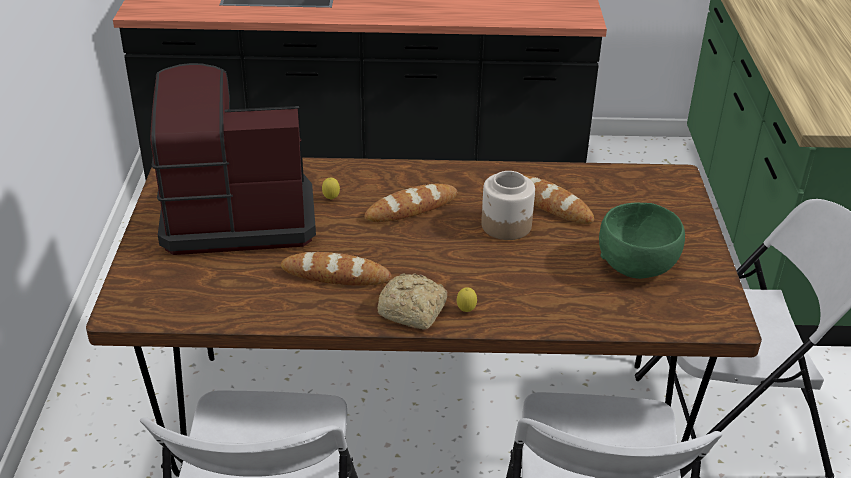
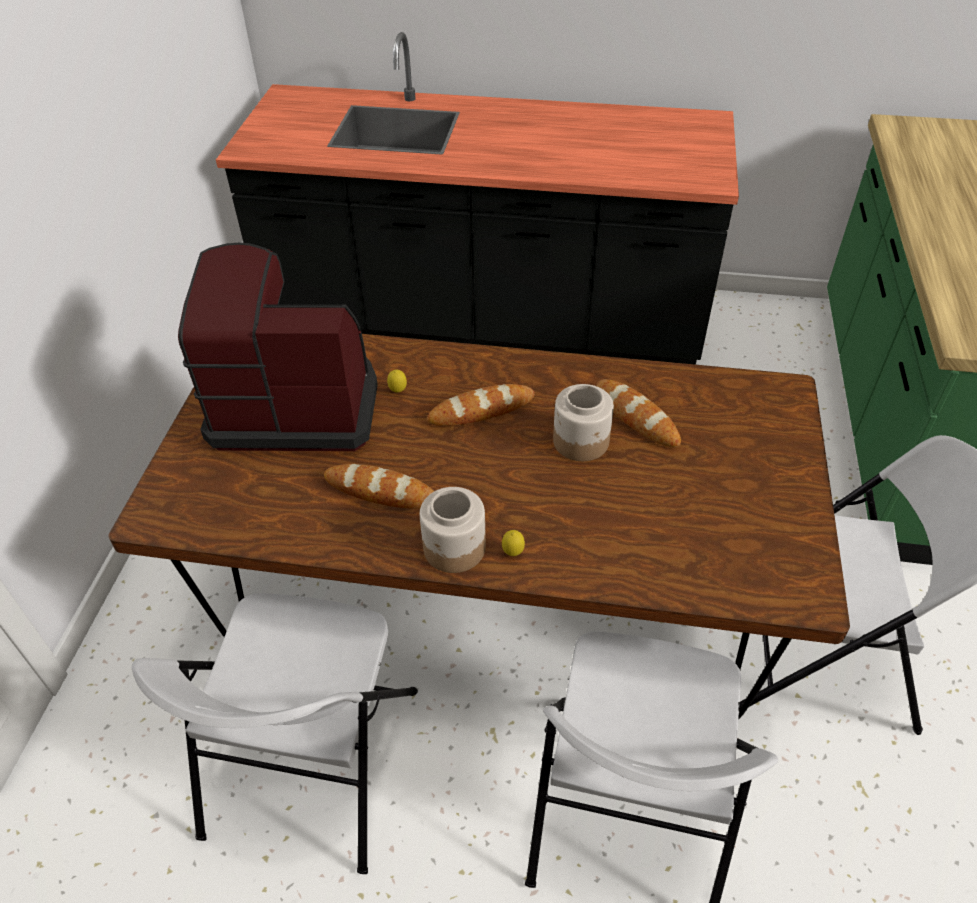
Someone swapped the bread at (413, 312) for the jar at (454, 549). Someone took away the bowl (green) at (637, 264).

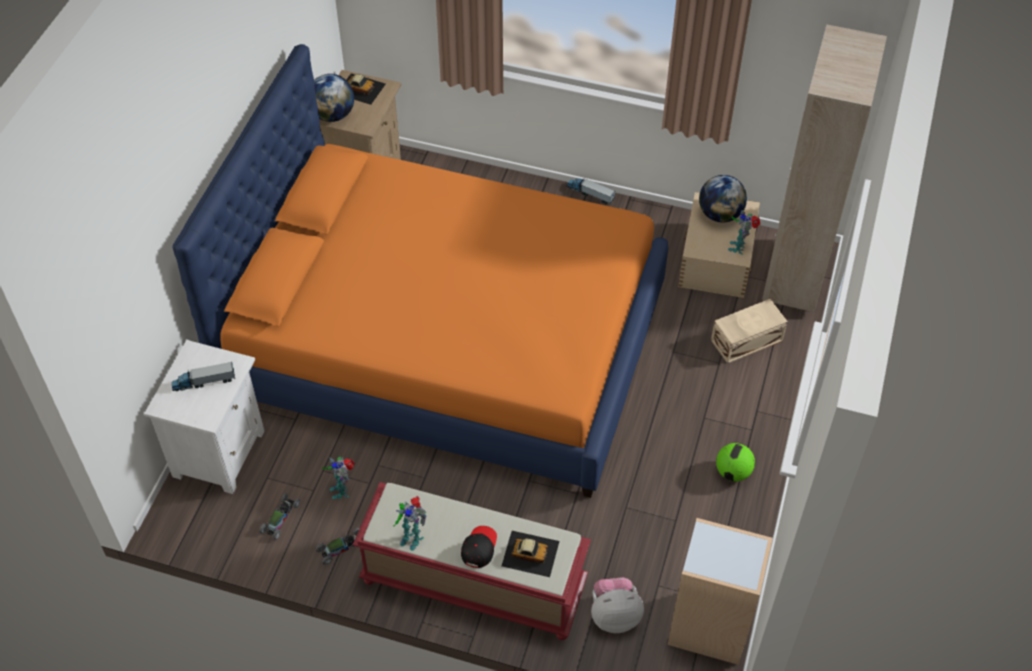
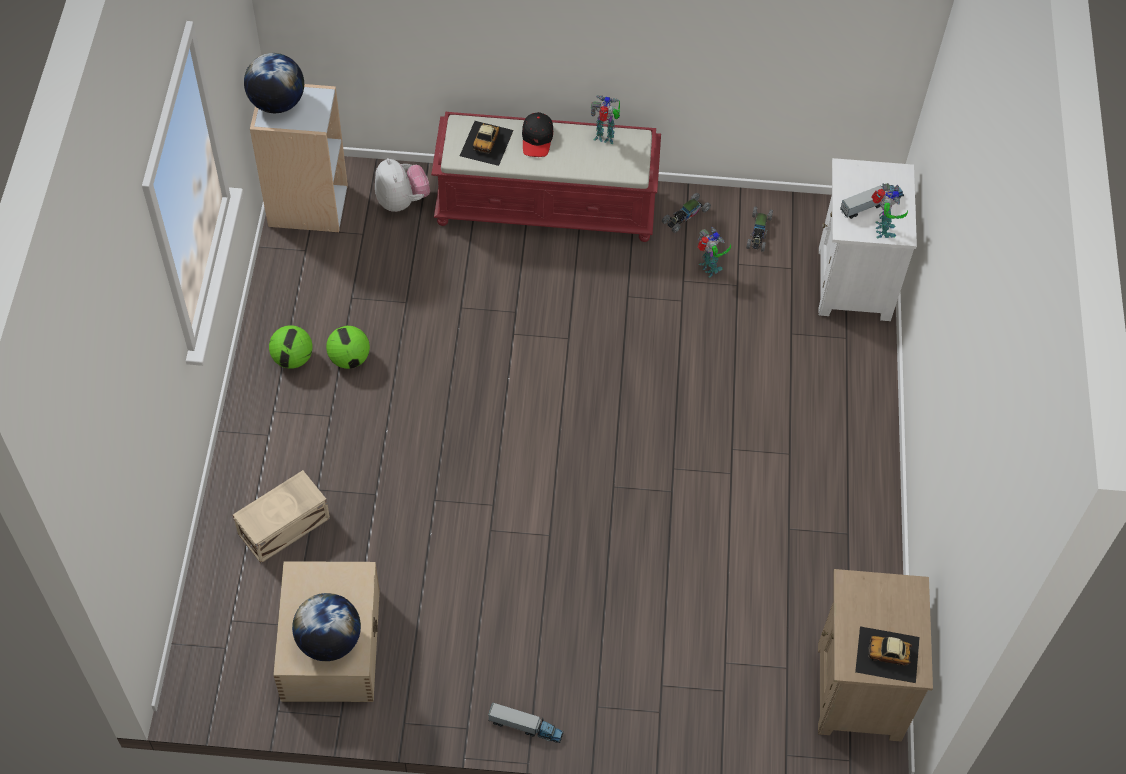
Someone took away the bed (orange) at (444, 341). Someone carried the globe from (332, 115) to (277, 103). Someone rotated the toy car at (530, 553) by 75 degrees counterclockwise. Someone rotated the plush toy at (614, 615) by 90 degrees counterclockwise. Someone carried the toy robot from (739, 247) to (882, 231). Someone took away the cabinet (beige) at (794, 277). Someone put down the football at (349, 358).

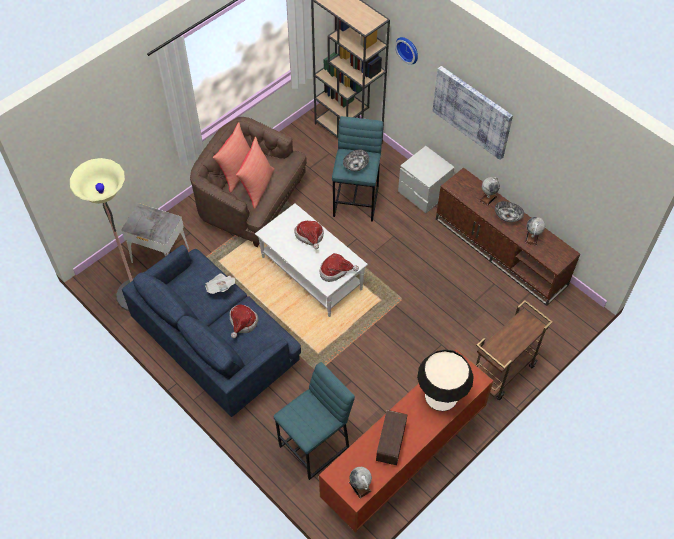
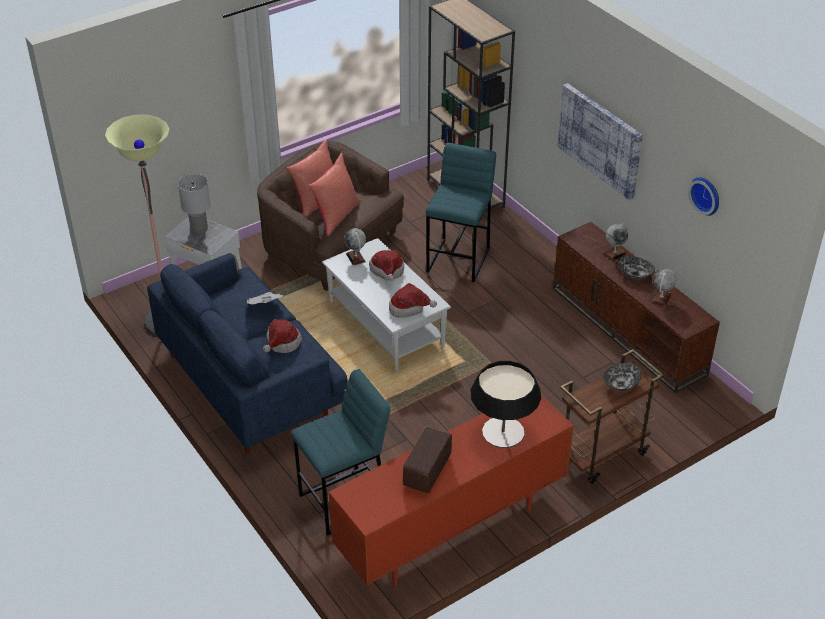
Someone carried the bowl from (356, 166) to (621, 385). Someone carried the globe from (360, 487) to (355, 258). Someone carried the wall clock from (408, 49) to (706, 195). Someone took away the nightstand (white) at (424, 193). Someone put down the table lamp (grey) at (199, 231).

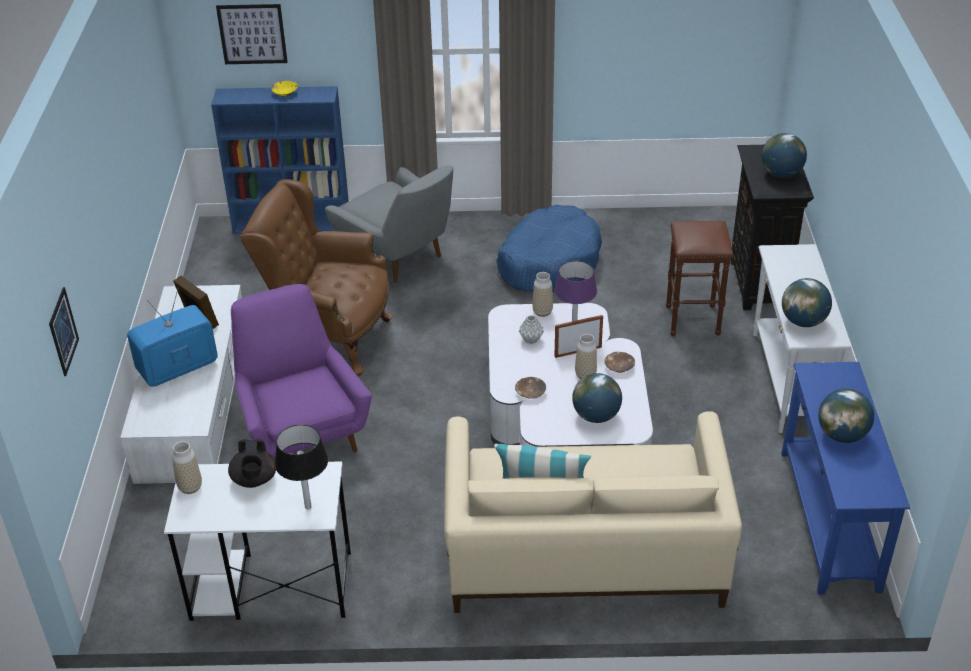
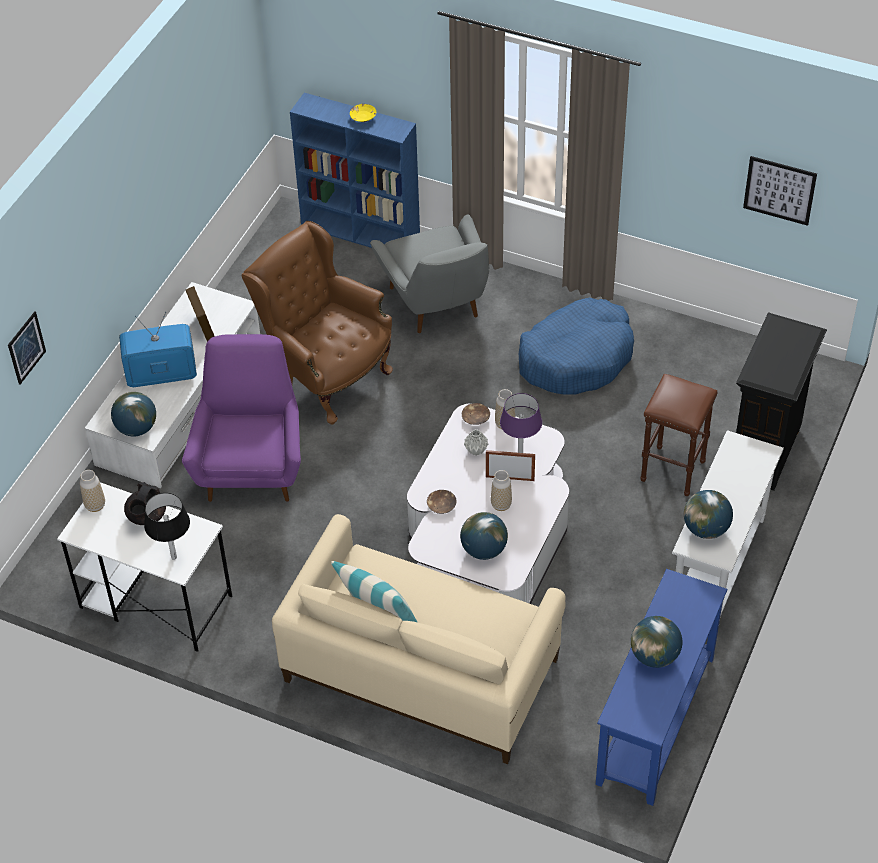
Someone carried the picture from (252, 34) to (779, 190). Someone carried the bowl (brown) from (619, 367) to (476, 418). Someone carried the globe from (781, 174) to (137, 428).

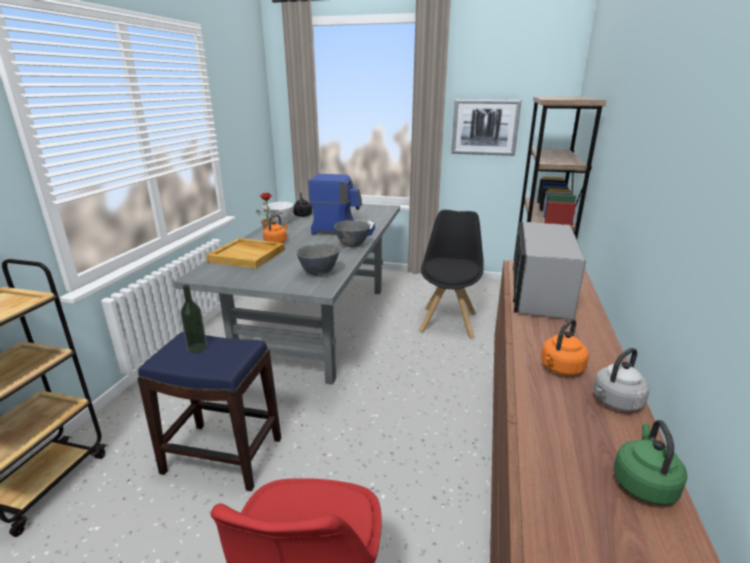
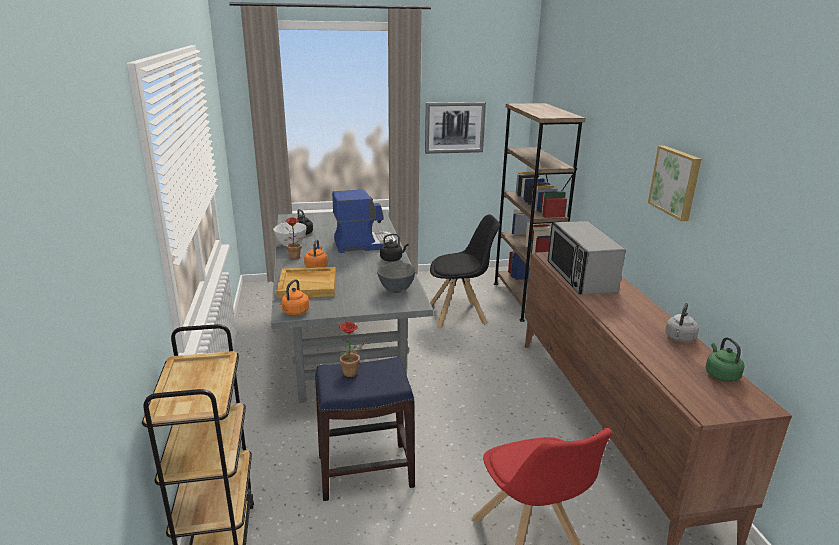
Someone swapped the bottle at (197, 347) for the potted plant at (351, 375). Someone swapped the bowl (grey) at (352, 245) for the kettle (black) at (392, 259). Someone rotated the chair (black) at (448, 320) by 90 degrees clockwise. Someone carried the kettle (orange) from (560, 369) to (294, 312). Someone put up the picture at (676, 182).

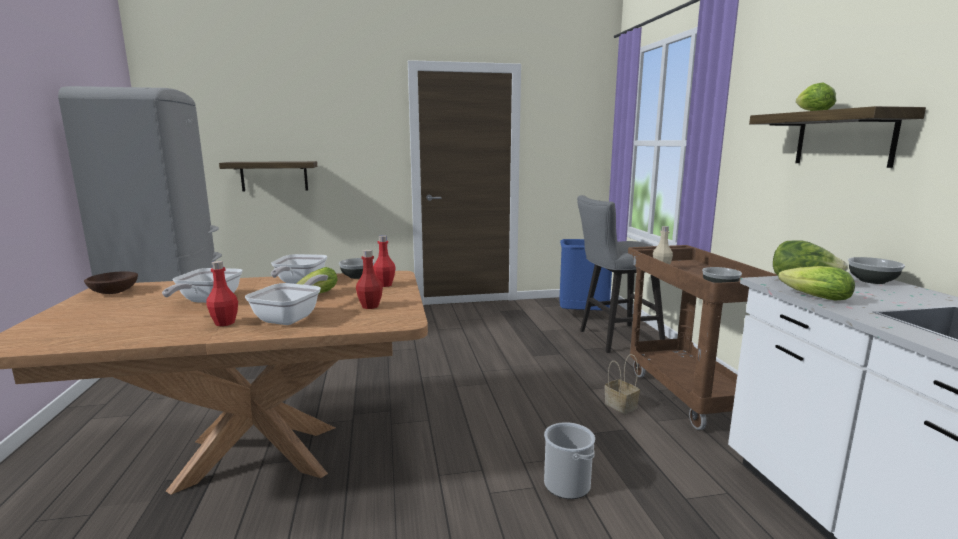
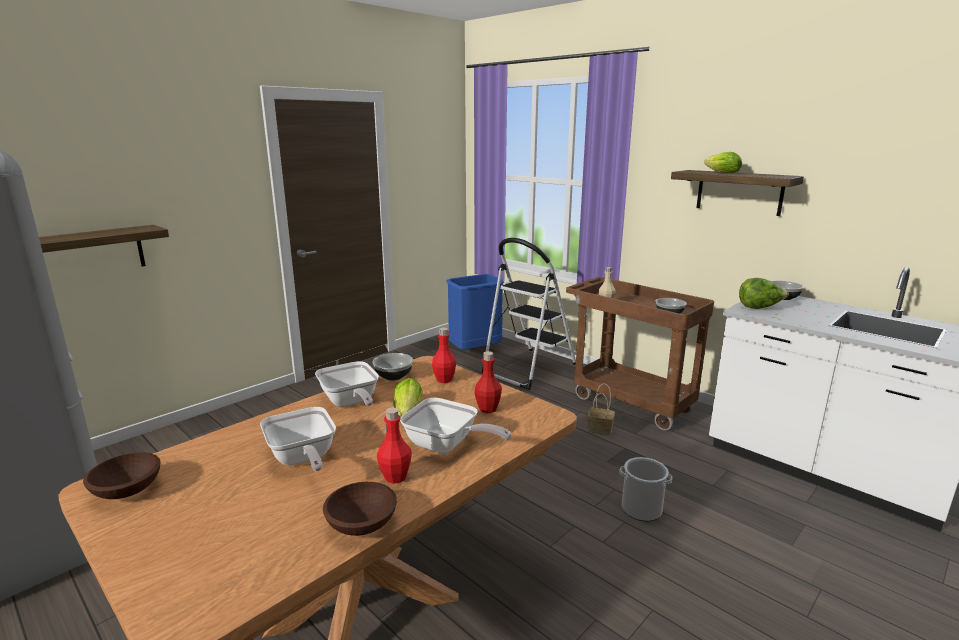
Someone rotated the frying pan at (292, 317) by 135 degrees clockwise. Someone swapped the stool (grey) at (614, 339) for the step ladder at (527, 369). Someone took away the lettuce at (811, 297). Someone put down the bowl (brown) at (361, 523).

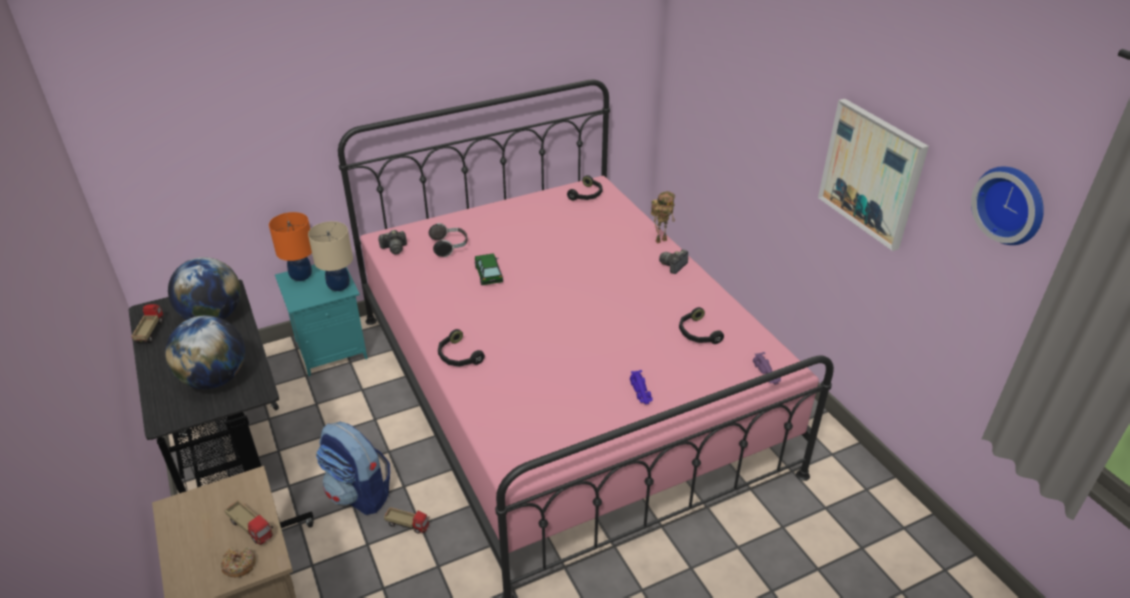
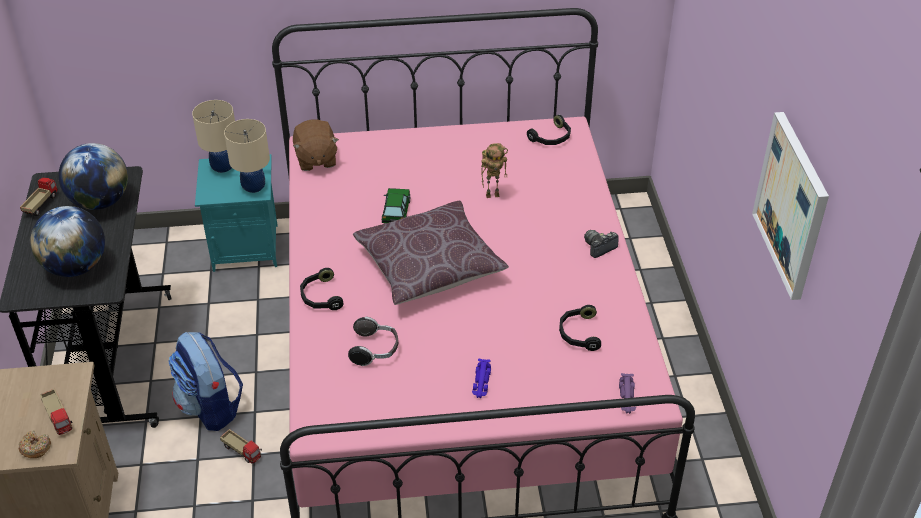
Someone repainted the table lamp (orange) at (301, 277), which became the table lamp (beige) at (223, 168). Someone swapped the photo camera at (394, 248) for the plush toy (brown) at (316, 159). Someone carried the headphones from (449, 247) to (375, 350). Someone carried the toy robot from (661, 240) to (493, 194). Someone took away the wall clock at (1012, 204). Someone put down the pillow (brown) at (429, 266).

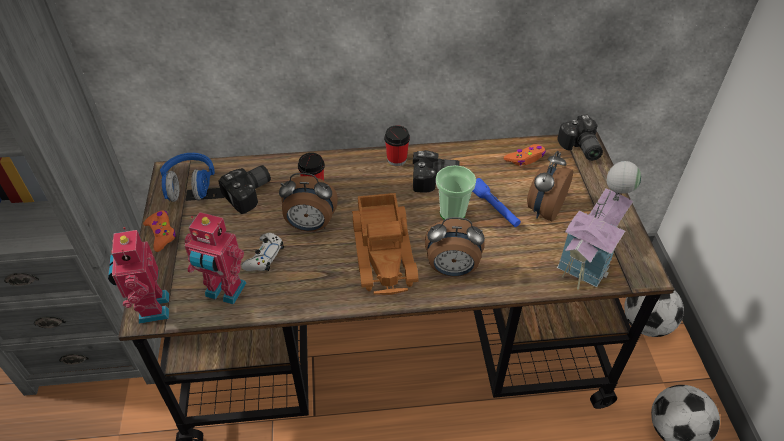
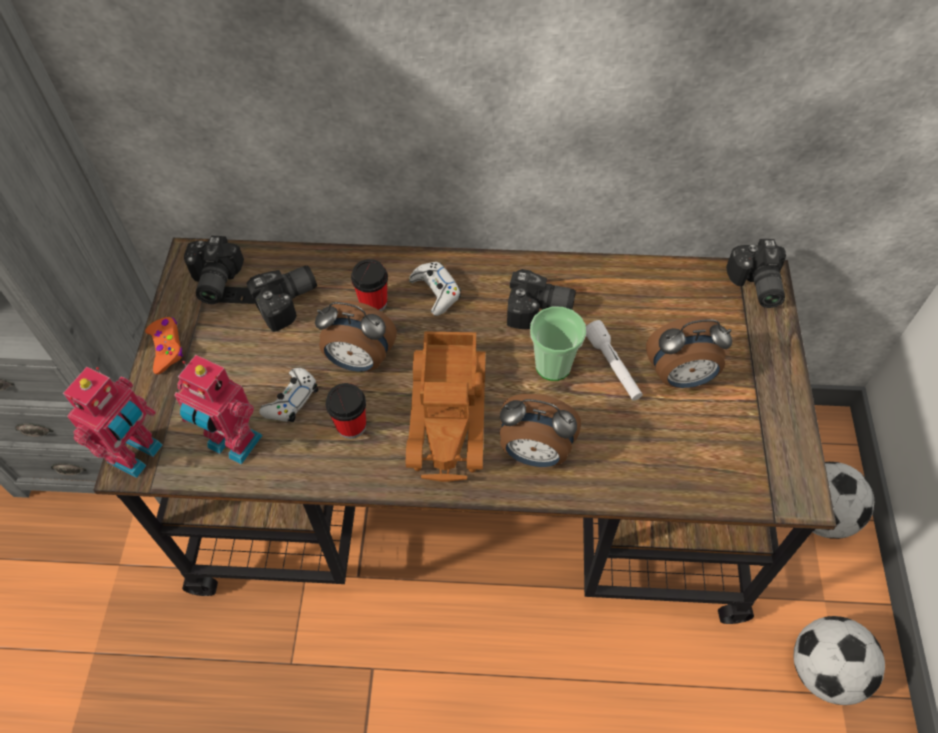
Someone rotated the toy robot at (151, 308) by 150 degrees counterclockwise. Someone swapped the headphones (blue) at (189, 186) for the photo camera at (212, 281). Someone carried the cup from (396, 159) to (351, 425). Someone repainted the flashlight (blue) at (495, 208), which became the flashlight (white) at (613, 367). Someone took away the game controller (orange) at (525, 158). Someone rotated the alarm clock at (543, 209) by 135 degrees counterclockwise. Someone took away the toy house at (591, 255). Someone put down the game controller (white) at (436, 292).

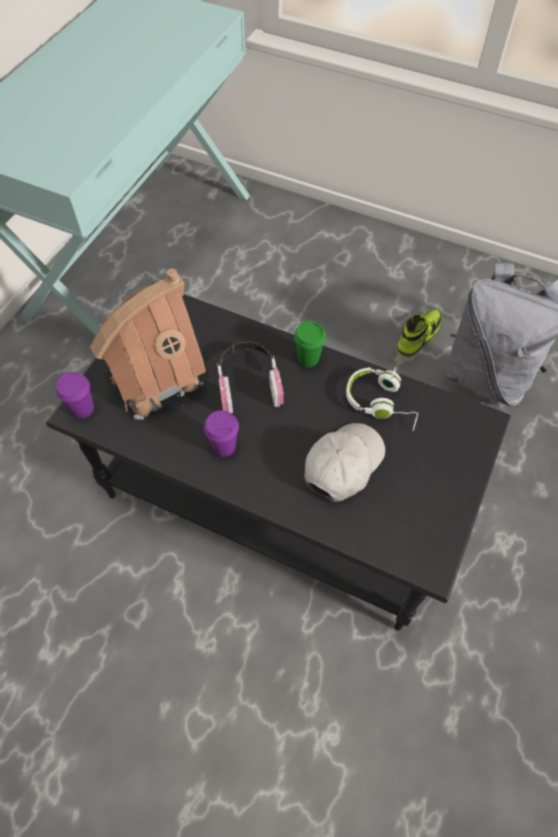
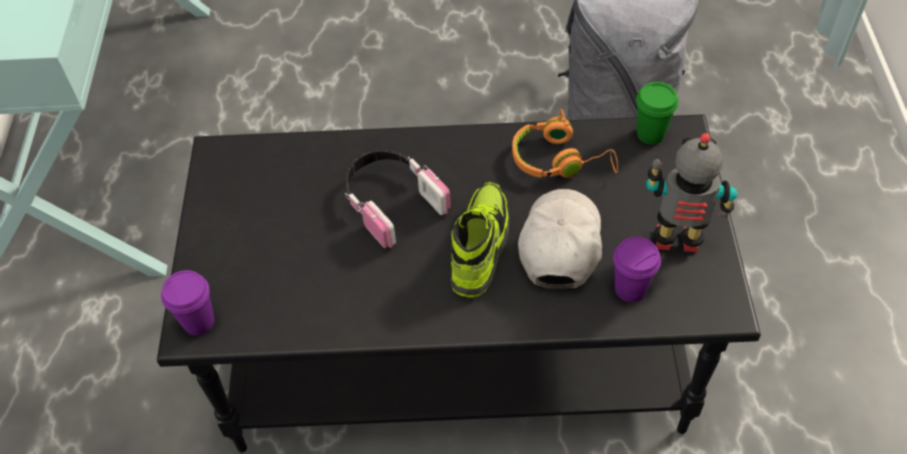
Someone took away the toy house at (155, 377). Someone carried the cup (purple) from (224, 447) to (630, 289). Someone carried the cup (green) from (308, 358) to (650, 134). Someone repainted the headphones (white) at (381, 403), which became the headphones (orange) at (560, 159). Someone carried the shoe from (418, 337) to (479, 247). Someone put down the toy robot at (676, 243).

